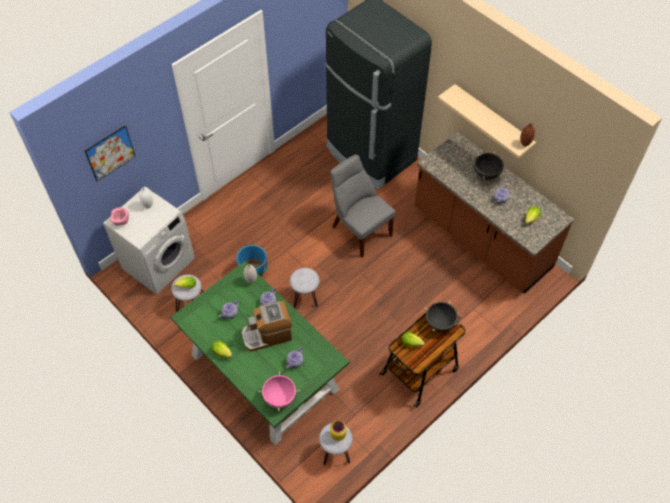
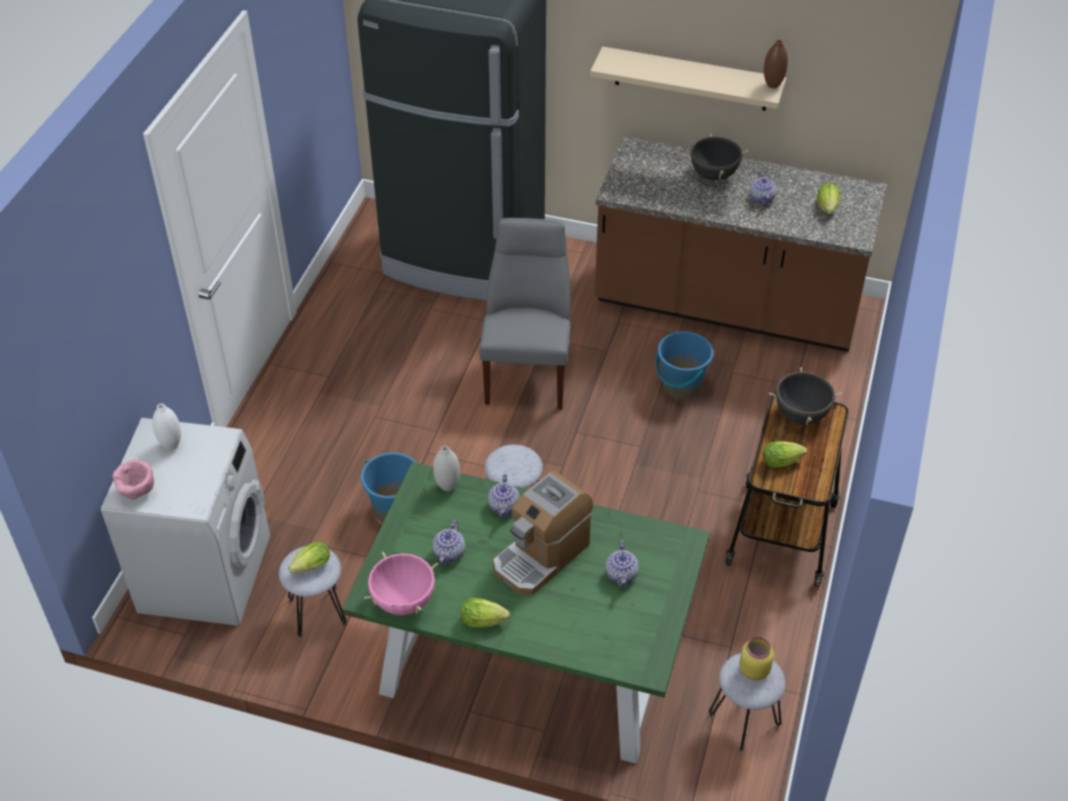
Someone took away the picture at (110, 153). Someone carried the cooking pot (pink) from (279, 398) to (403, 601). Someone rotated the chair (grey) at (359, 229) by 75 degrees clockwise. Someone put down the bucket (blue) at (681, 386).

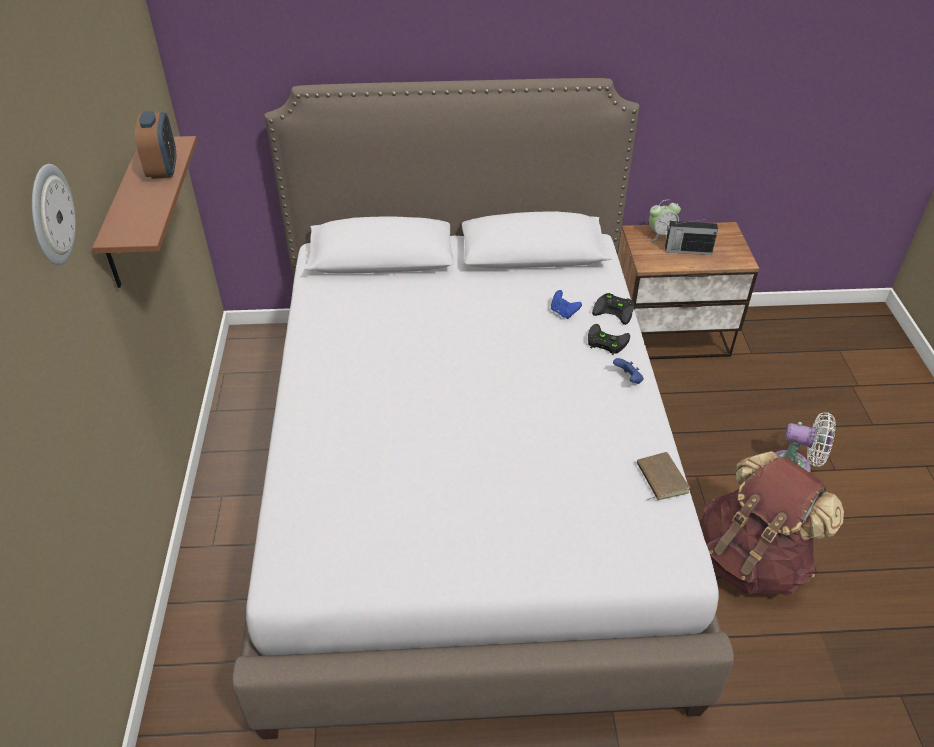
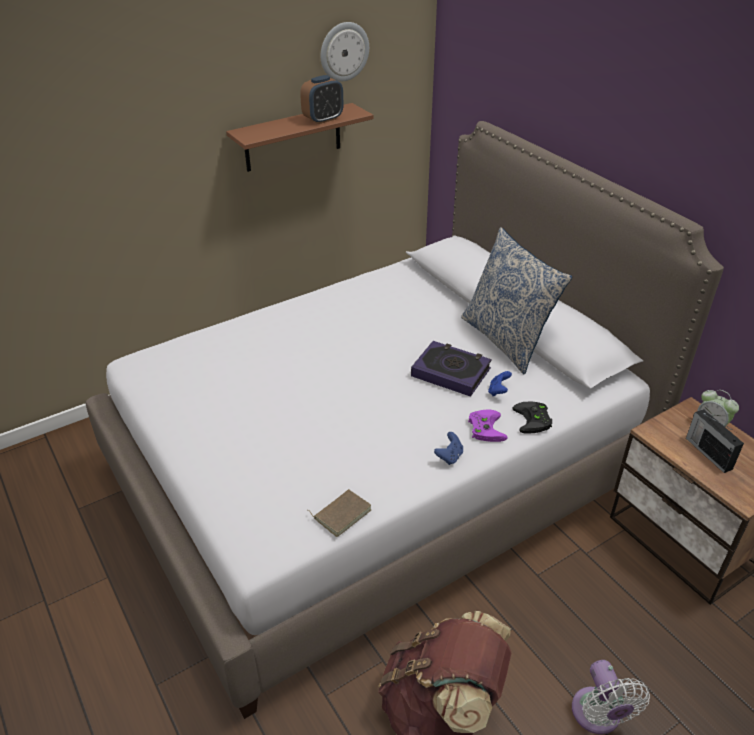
Someone carried the wall clock from (50, 215) to (344, 51). Someone repainted the game controller (black) at (605, 342), which became the game controller (purple) at (484, 427). Someone put down the book at (451, 372). Someone put down the pillow at (506, 340).

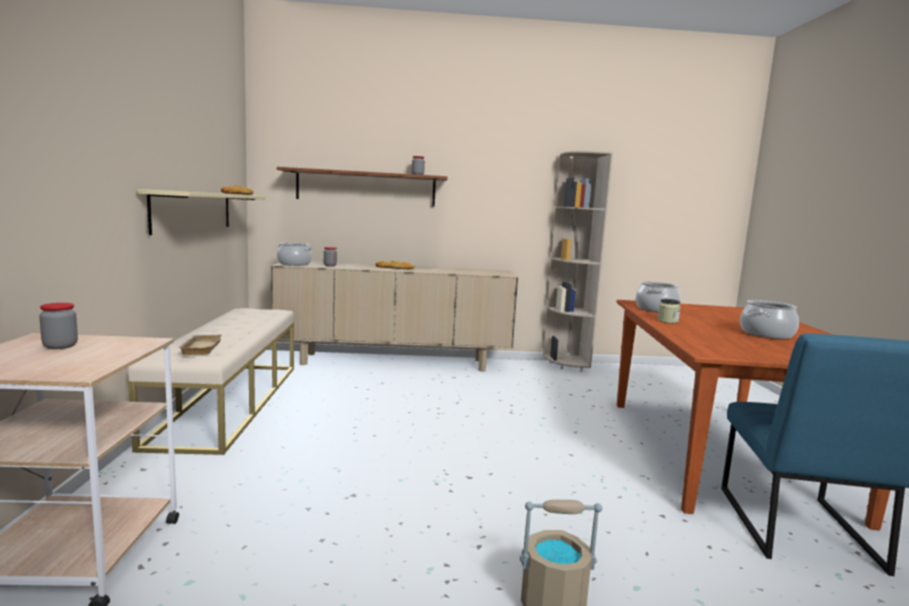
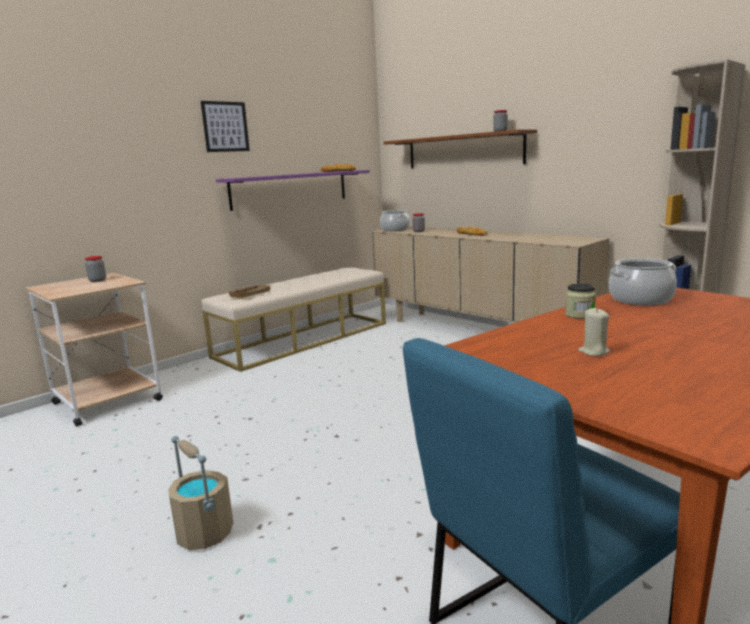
Someone repainted the shelf (beige) at (194, 211), which became the shelf (purple) at (290, 189). Someone took away the cooking pot at (767, 334). Someone put up the picture at (225, 126). Someone put down the candle (beige) at (593, 352).

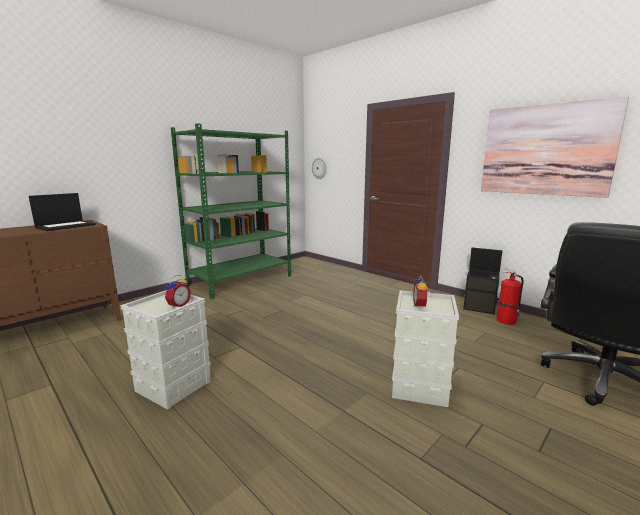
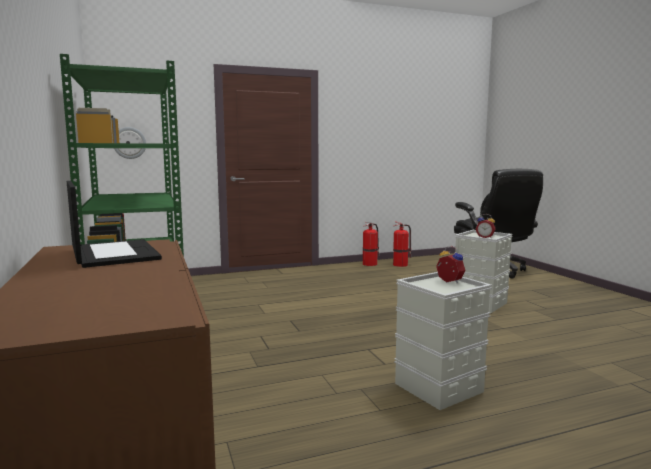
Someone swapped the storage box (black) at (480, 307) for the fire extinguisher at (370, 264). Someone took away the picture at (545, 150).

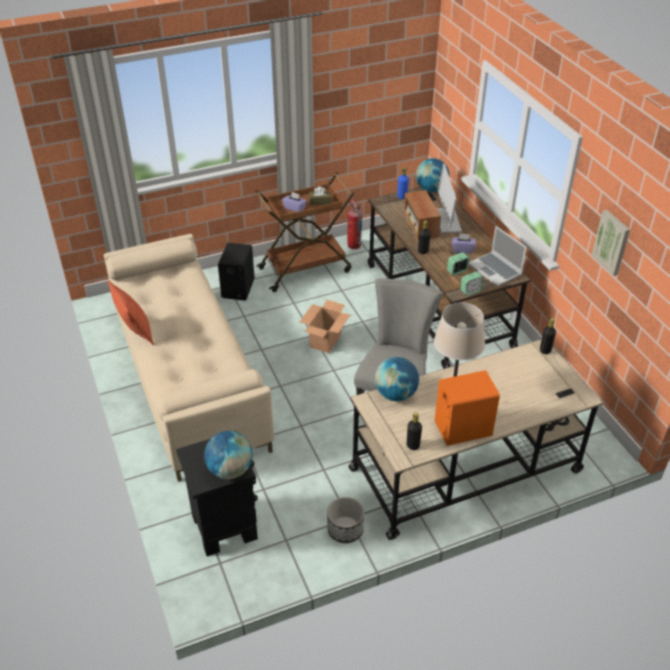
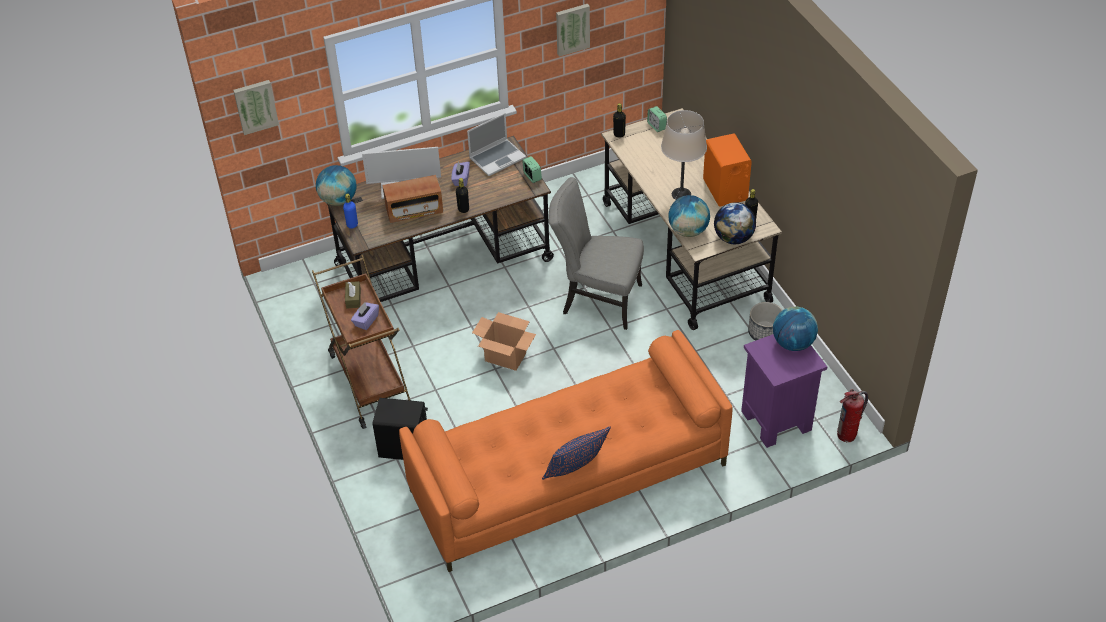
Someone repainted the sofa (beige) at (188, 375), which became the sofa (orange) at (567, 478). Someone repainted the pillow (orange) at (135, 332), which became the pillow (blue) at (575, 471). Someone repainted the nightstand (black) at (225, 526), which became the nightstand (purple) at (775, 420). Someone carried the fire extinguisher from (354, 245) to (847, 435). Someone carried the alarm clock from (457, 271) to (656, 126). Someone put up the picture at (255, 106). Someone put down the globe at (733, 238).

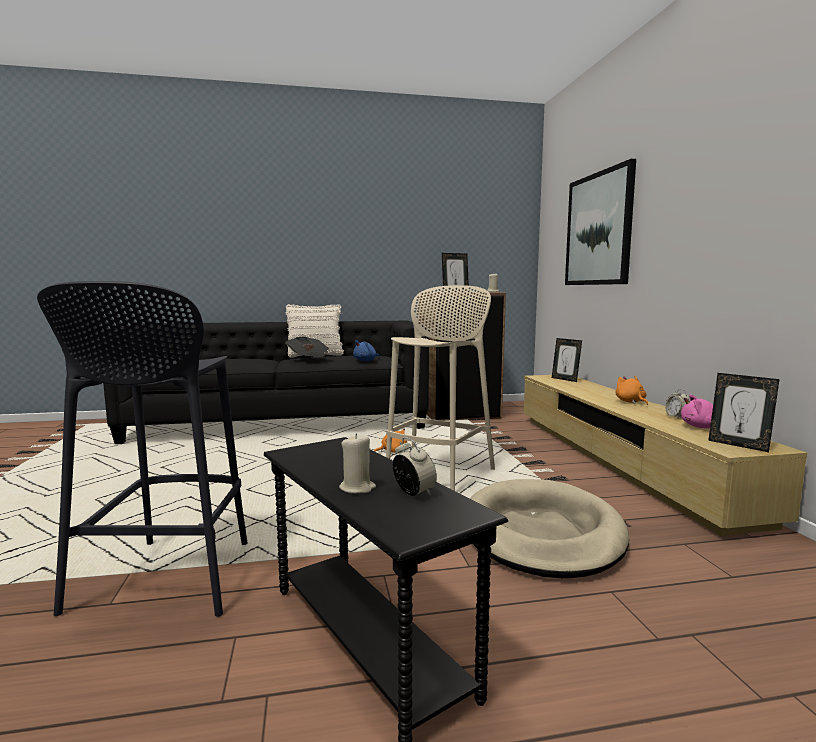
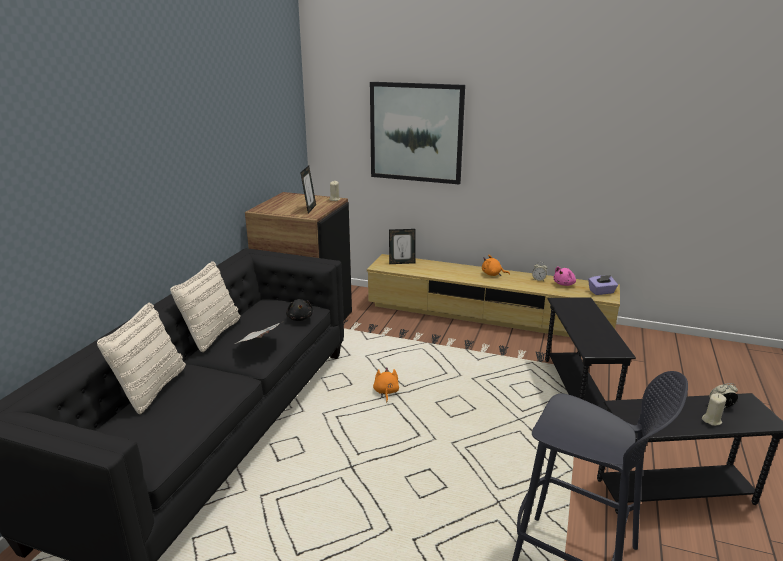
Someone repainted the plush toy (blue) at (366, 360), which became the plush toy (black) at (300, 318). Someone took away the stool (beige) at (437, 474). Someone swapped the dog bed (beige) at (541, 533) for the side table (black) at (578, 390). Someone swapped the picture frame at (738, 445) for the tissue box (purple) at (601, 292). Someone put down the pillow (beige) at (152, 389).

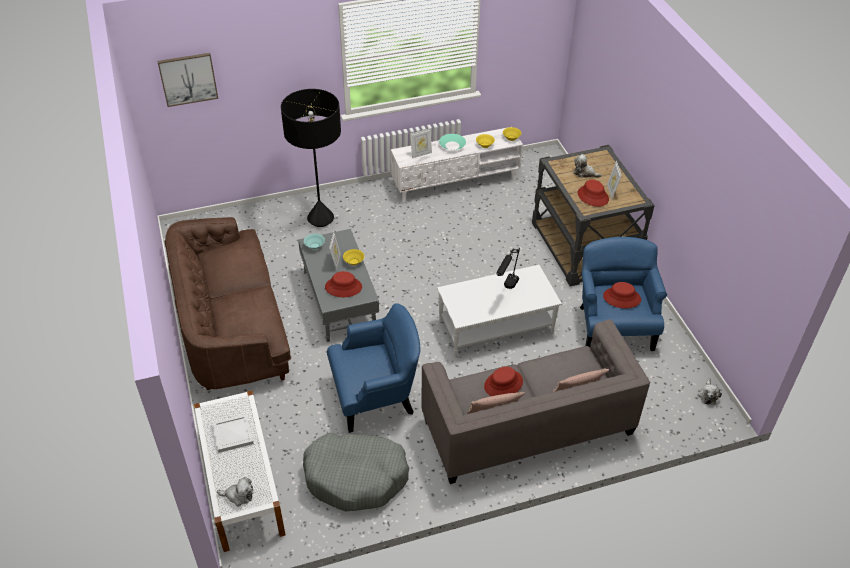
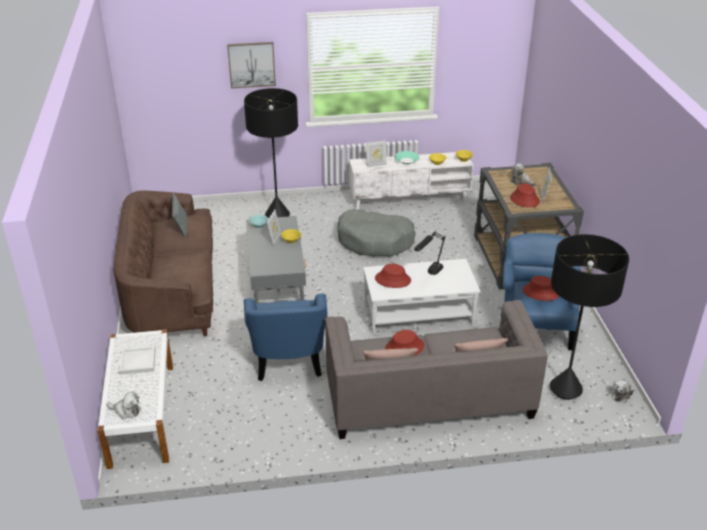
Someone carried the picture from (188, 79) to (251, 64). Someone carried the dog bed (grey) from (356, 477) to (375, 241). Someone carried the hat (red) from (343, 287) to (393, 279). Someone rotated the armchair (blue) at (375, 396) by 90 degrees clockwise. Someone put down the pillow (grey) at (181, 226). Someone put down the floor lamp (black) at (565, 390).

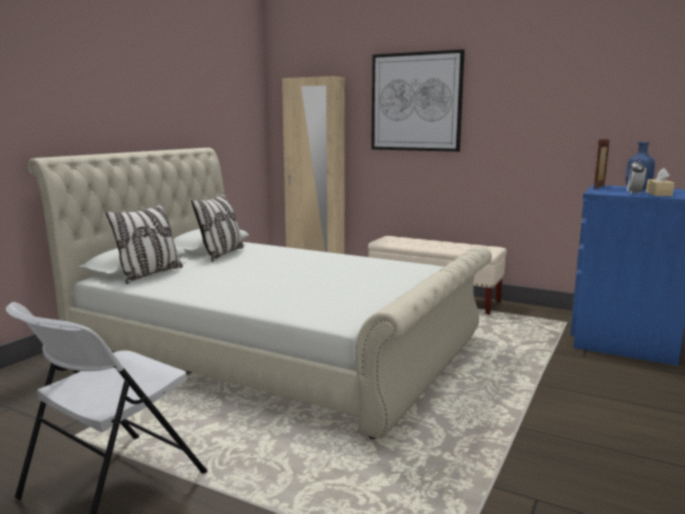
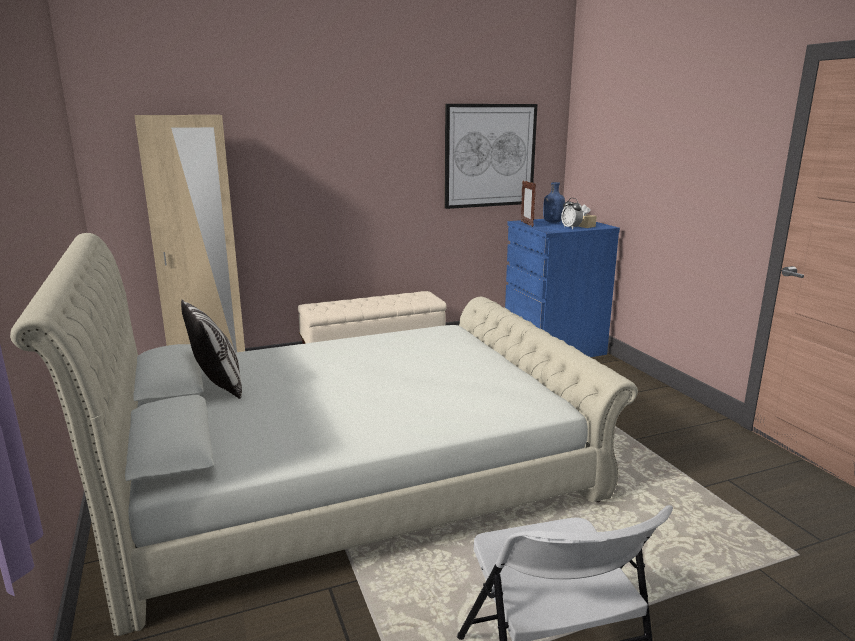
Someone took away the pillow at (150, 274). Someone carried the picture from (416, 102) to (490, 156).

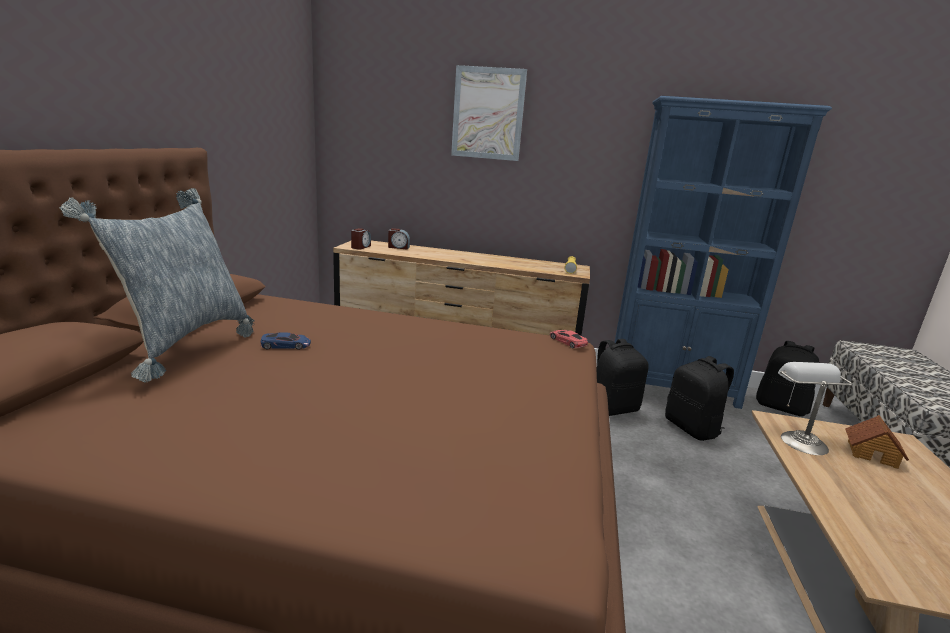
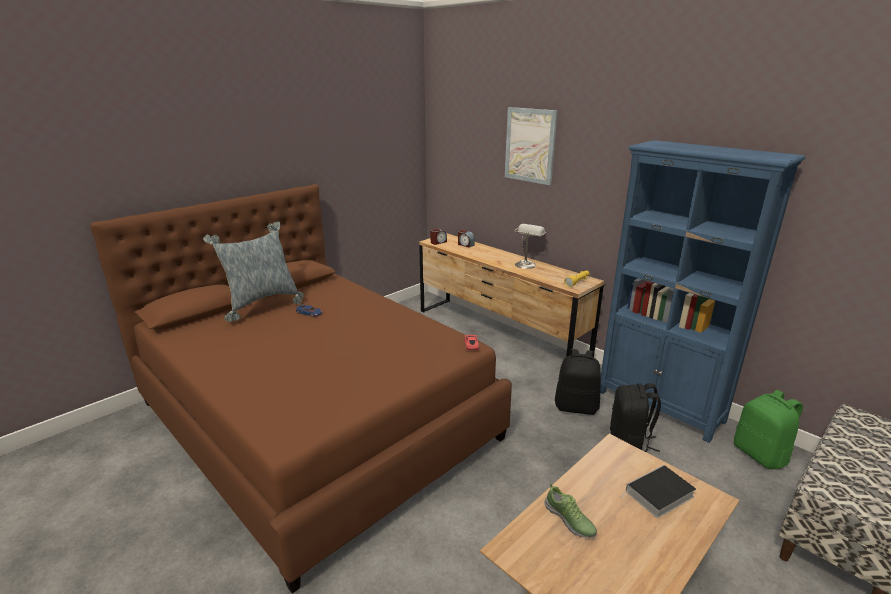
Someone repainted the backpack (black) at (781, 407), which became the backpack (green) at (761, 455). Someone carried the table lamp (white) from (797, 438) to (526, 263). Someone swapped the toy house at (871, 453) for the book at (658, 495). Someone put down the shoe at (569, 520).

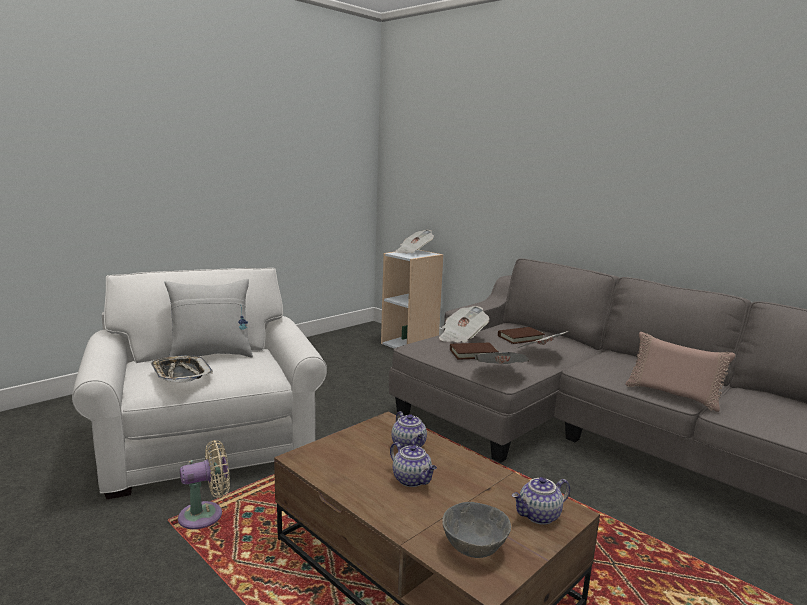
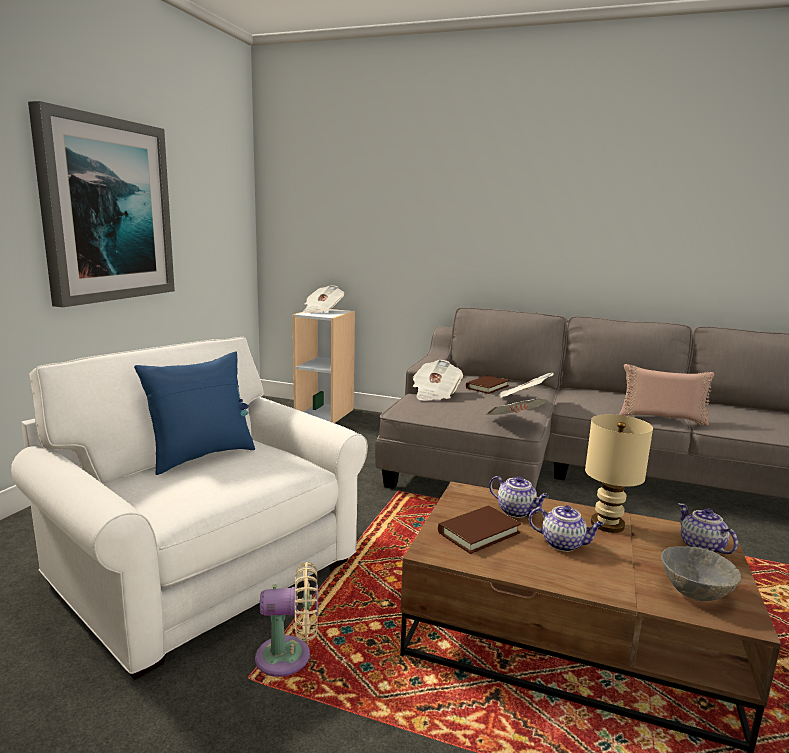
Someone took away the tray at (180, 373). Someone repainted the pillow (grey) at (211, 356), which became the pillow (blue) at (201, 457). Someone rotated the fan (beige) at (205, 515) by 45 degrees clockwise. Someone carried the book (brown) from (473, 353) to (478, 532). Someone rotated the teapot at (539, 516) by 120 degrees clockwise. Someone put up the picture at (107, 210). Someone put down the table lamp (beige) at (607, 524).

